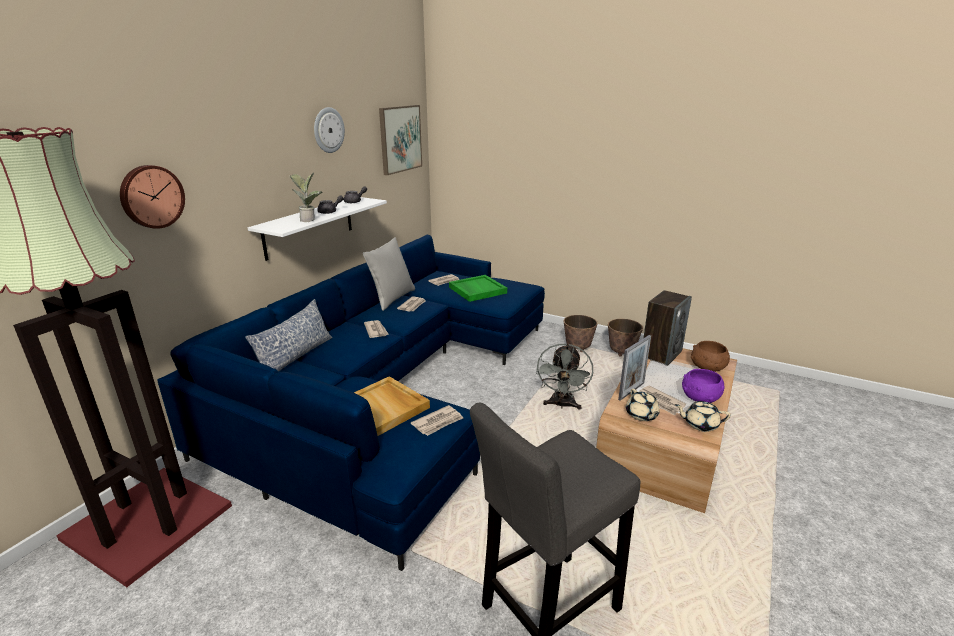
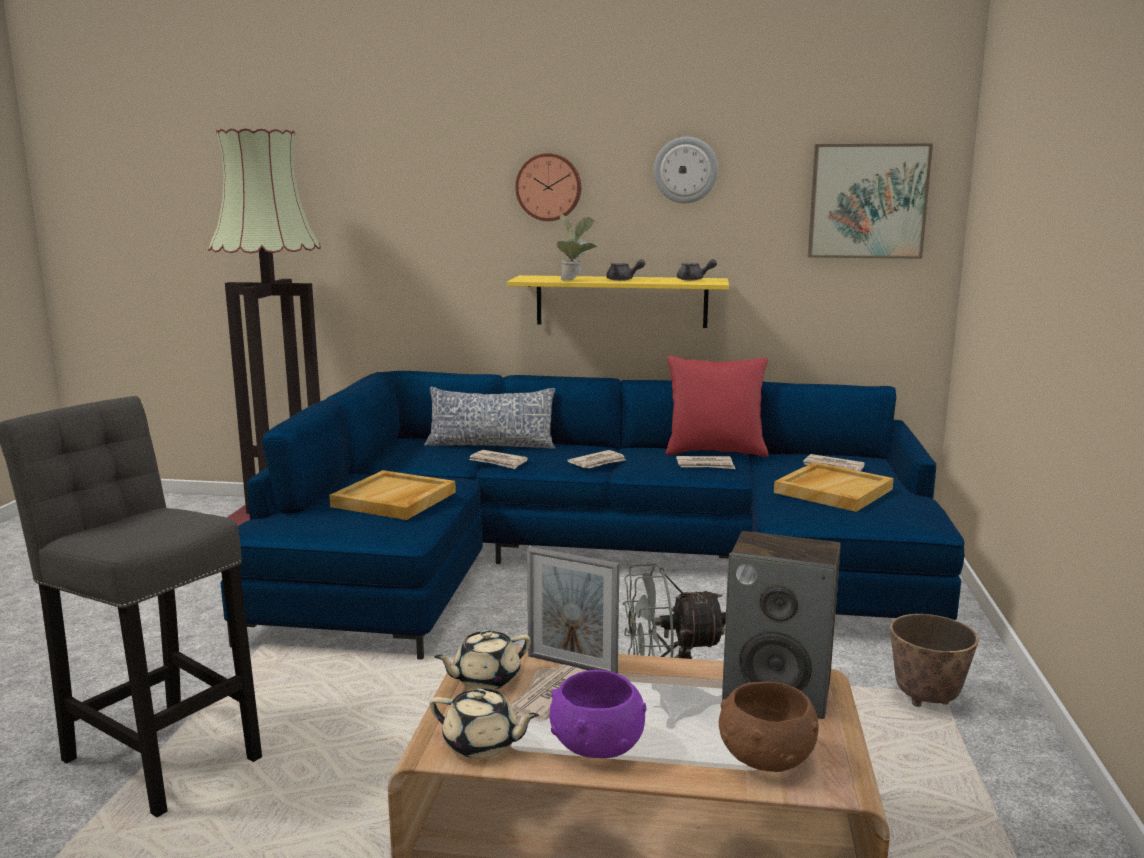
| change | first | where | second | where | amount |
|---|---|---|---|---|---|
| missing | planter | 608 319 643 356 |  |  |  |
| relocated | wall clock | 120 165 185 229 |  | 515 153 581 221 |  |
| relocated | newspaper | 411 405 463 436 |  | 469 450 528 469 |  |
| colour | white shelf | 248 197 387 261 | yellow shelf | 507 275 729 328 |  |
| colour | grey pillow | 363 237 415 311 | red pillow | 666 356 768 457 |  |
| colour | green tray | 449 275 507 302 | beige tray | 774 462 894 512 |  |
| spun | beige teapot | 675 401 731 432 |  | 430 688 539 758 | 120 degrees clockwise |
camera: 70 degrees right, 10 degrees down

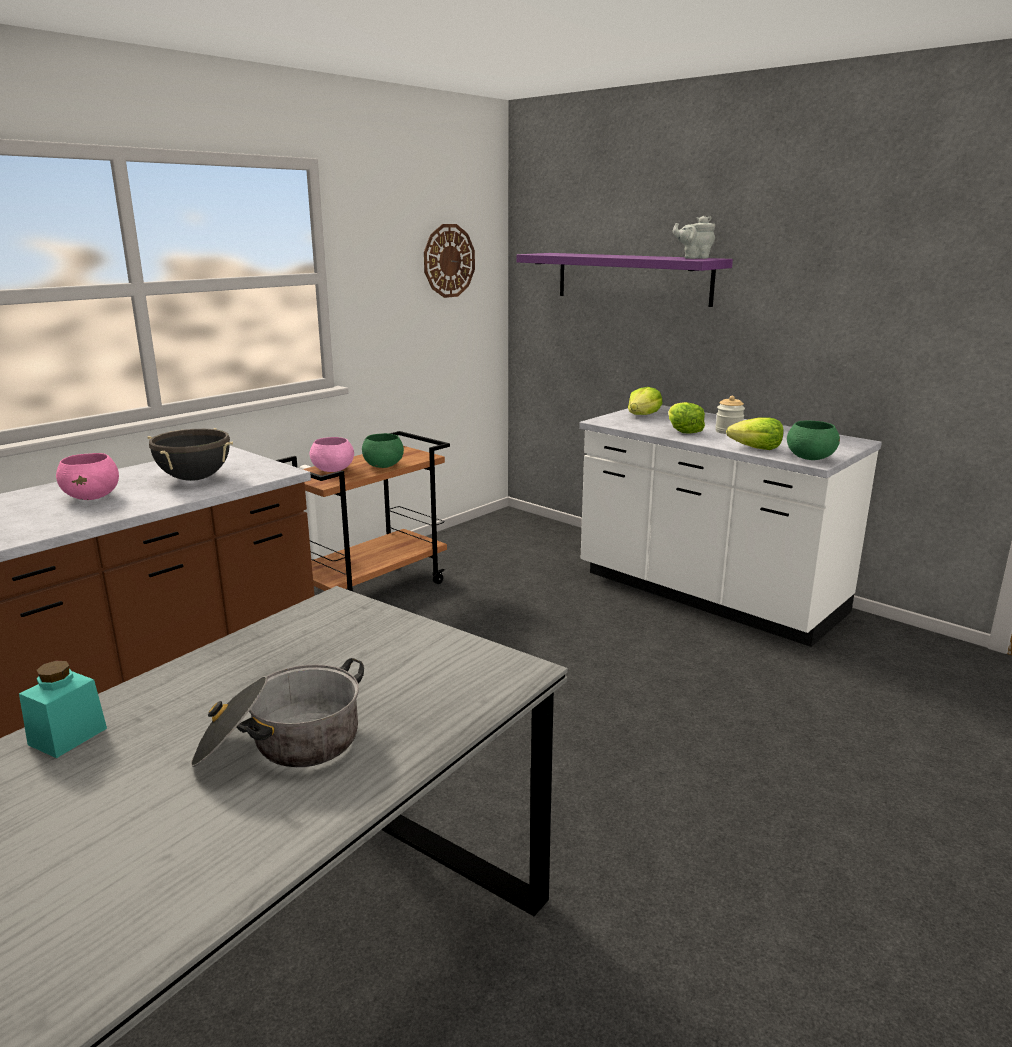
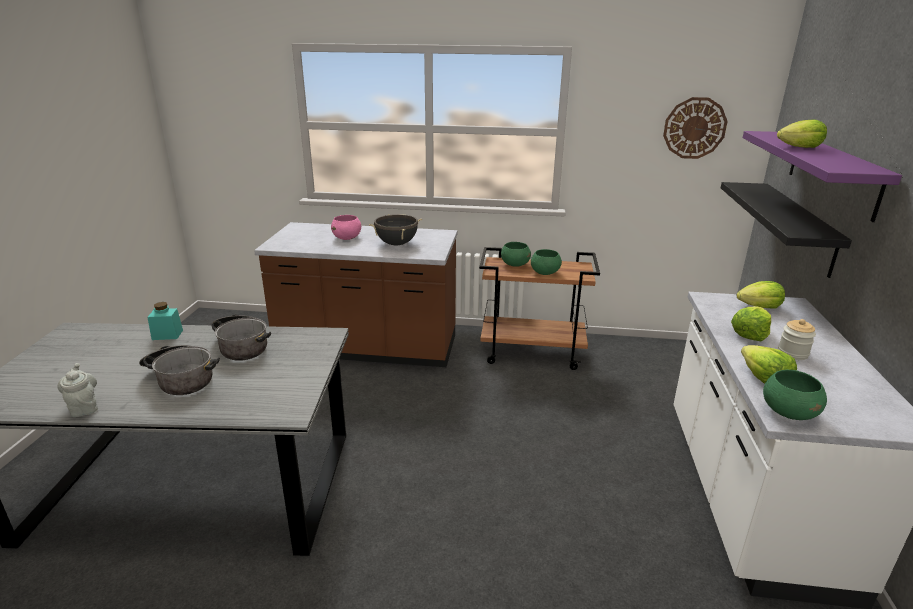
| change | first | where | second | where | amount |
|---|---|---|---|---|---|
| appeared |  |  | cooking pot | 211 314 271 361 |  |
| appeared |  |  | black shelf | 721 182 852 278 |  |
| appeared |  |  | lettuce | 777 120 827 148 |  |
| relocated | grey teapot | 673 216 715 259 |  | 57 363 98 417 |  |
| colour | pink bowl | 310 437 354 472 | green bowl | 501 242 531 267 |  |
camera: 55 degrees right, 5 degrees up

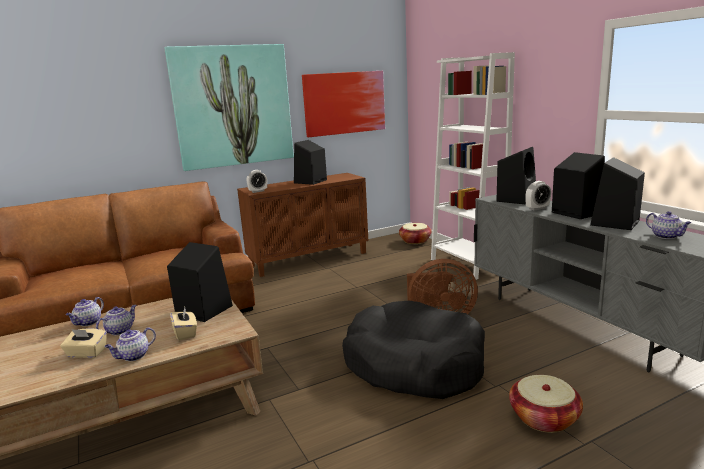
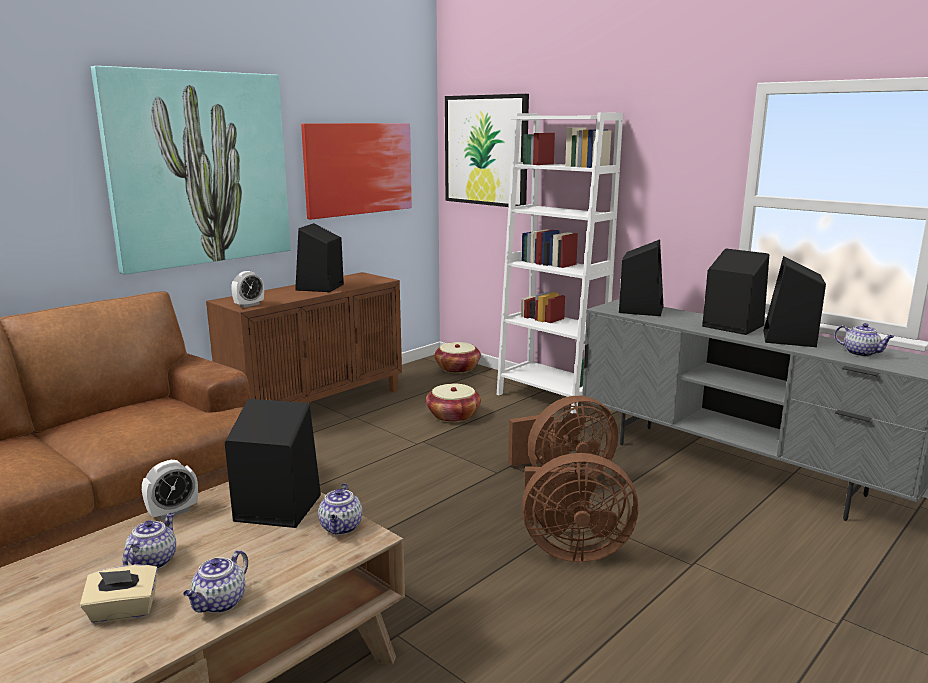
| change | first | where | second | where | amount |
|---|---|---|---|---|---|
| missing | beige tissue box | 170 307 197 341 |  |  |  |
| appeared |  |  | picture | 445 94 529 207 |  |
| relocated | teapot | 66 297 104 326 |  | 318 483 363 535 |  |
| relocated | basket | 509 375 583 433 |  | 426 384 481 423 |  |
| relocated | alarm clock | 525 181 551 211 |  | 142 460 198 520 |  |
| exchanged | black dog bed | 342 301 485 399 | brown fan | 522 453 638 562 |  |
camera: 20 degrees left, 0 degrees up

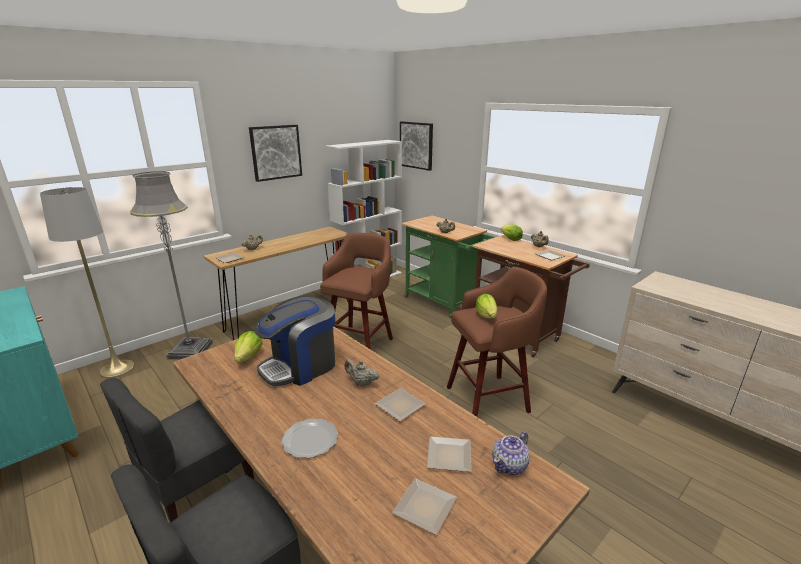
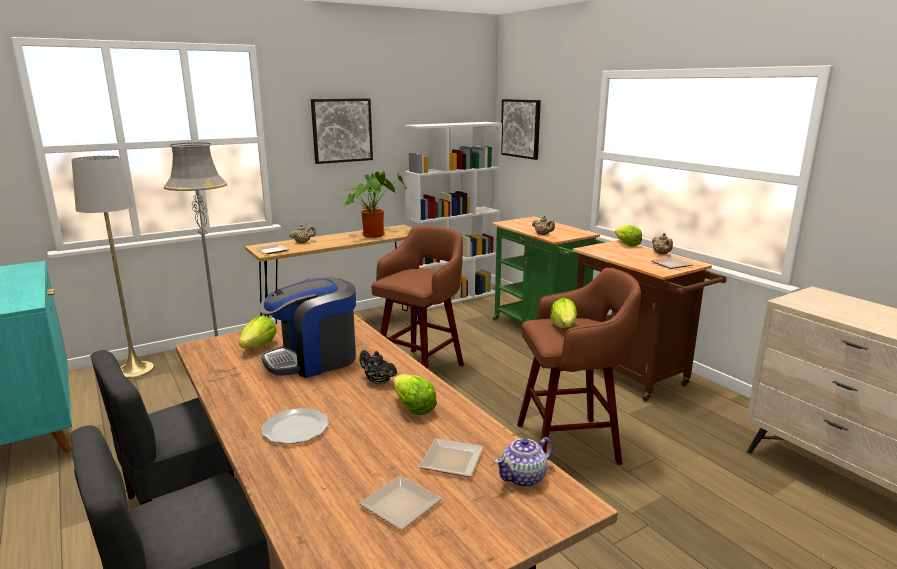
| change | first | where | second | where | amount |
|---|---|---|---|---|---|
| appeared |  |  | potted plant | 342 171 406 238 |  |
| exchanged | plate | 375 388 426 422 | lettuce | 393 374 437 415 |  |
| colour | beige teapot | 344 359 379 387 | black teapot | 359 350 397 385 |  |
camera: 10 degrees right, 5 degrees down

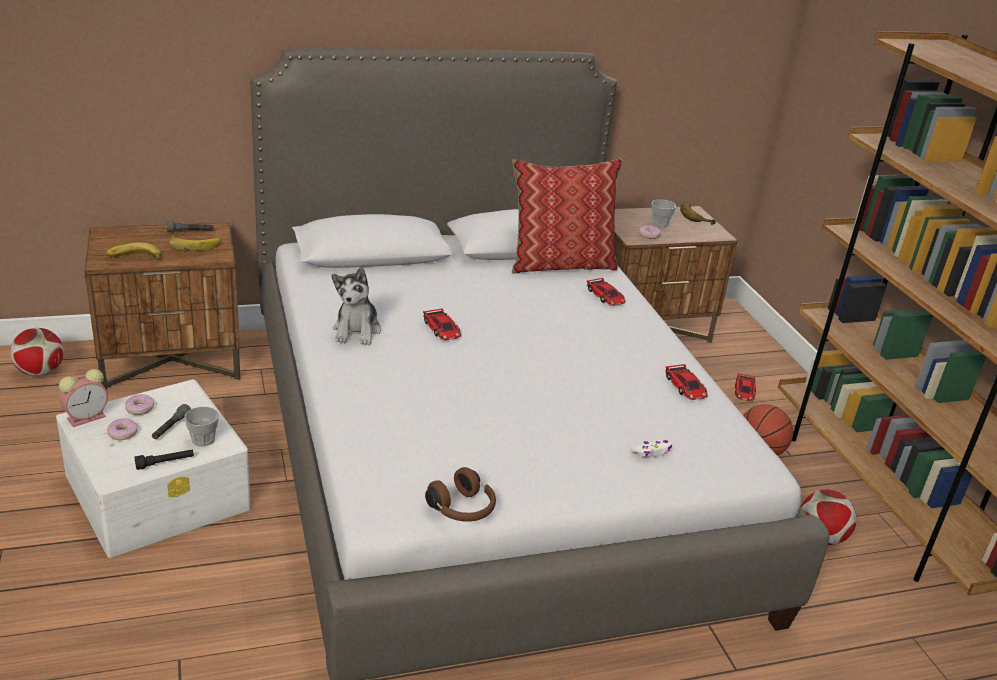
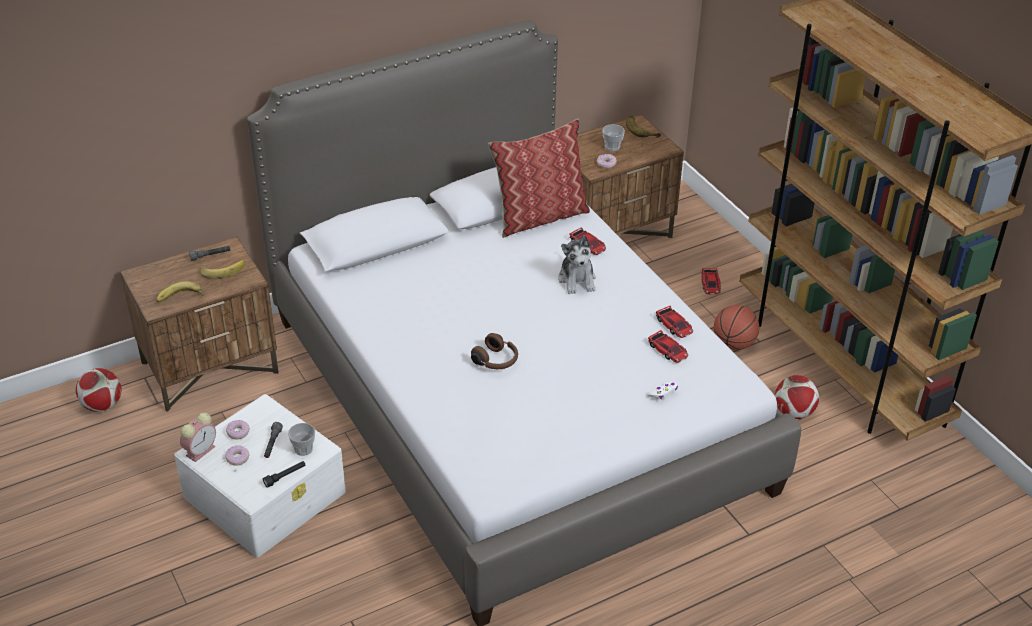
| change | first | where | second | where | amount |
|---|---|---|---|---|---|
| relocated | plush toy | 332 267 381 345 |  | 558 235 596 294 |  |
| relocated | toy car | 423 308 461 340 |  | 648 330 688 363 |  |
| relocated | brown headphones | 425 467 496 521 |  | 471 333 518 369 |  |
camera: 10 degrees left, 10 degrees up

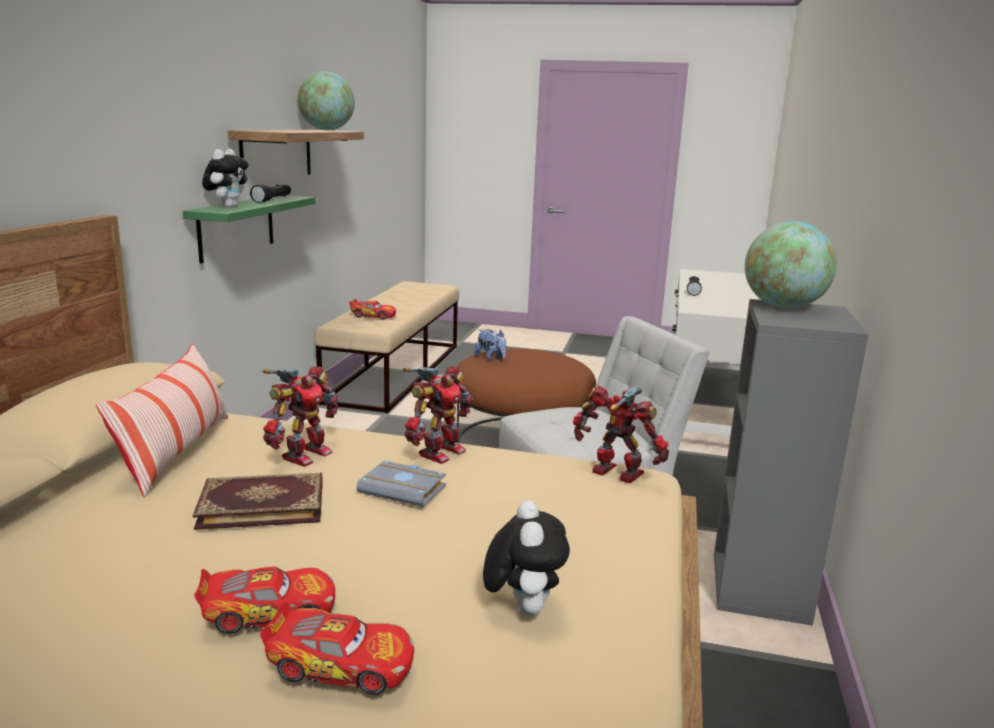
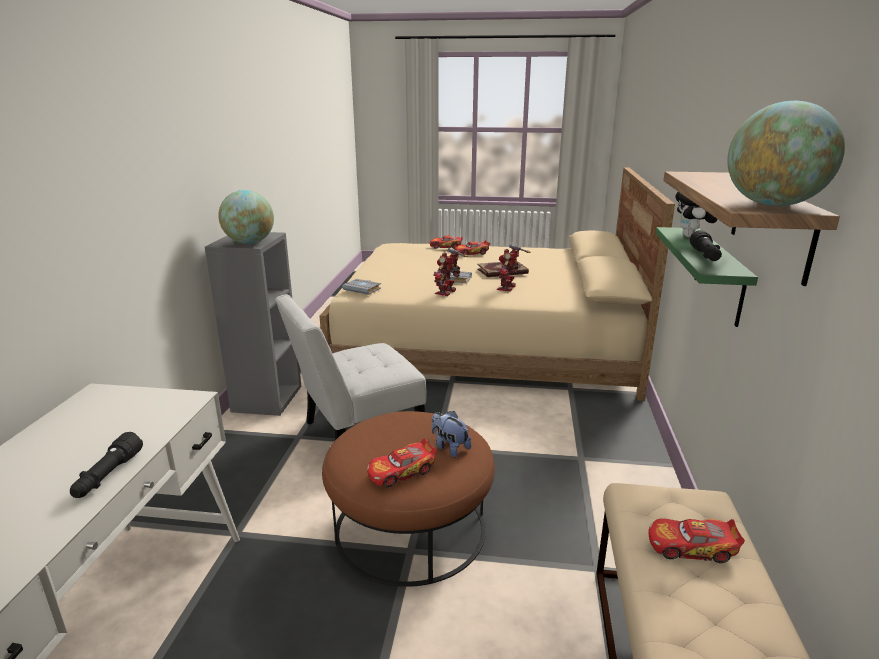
| change | first | where | second | where | amount |
|---|---|---|---|---|---|
| missing | pillow | 96 344 228 497 |  |  |  |
| missing | plush toy | 483 500 570 617 |  |  |  |
| appeared |  |  | toy car | 367 438 437 487 |  |
| exchanged | toy robot | 573 385 669 483 | grey book | 342 279 381 295 |  |
camera: 175 degrees right, 5 degrees up

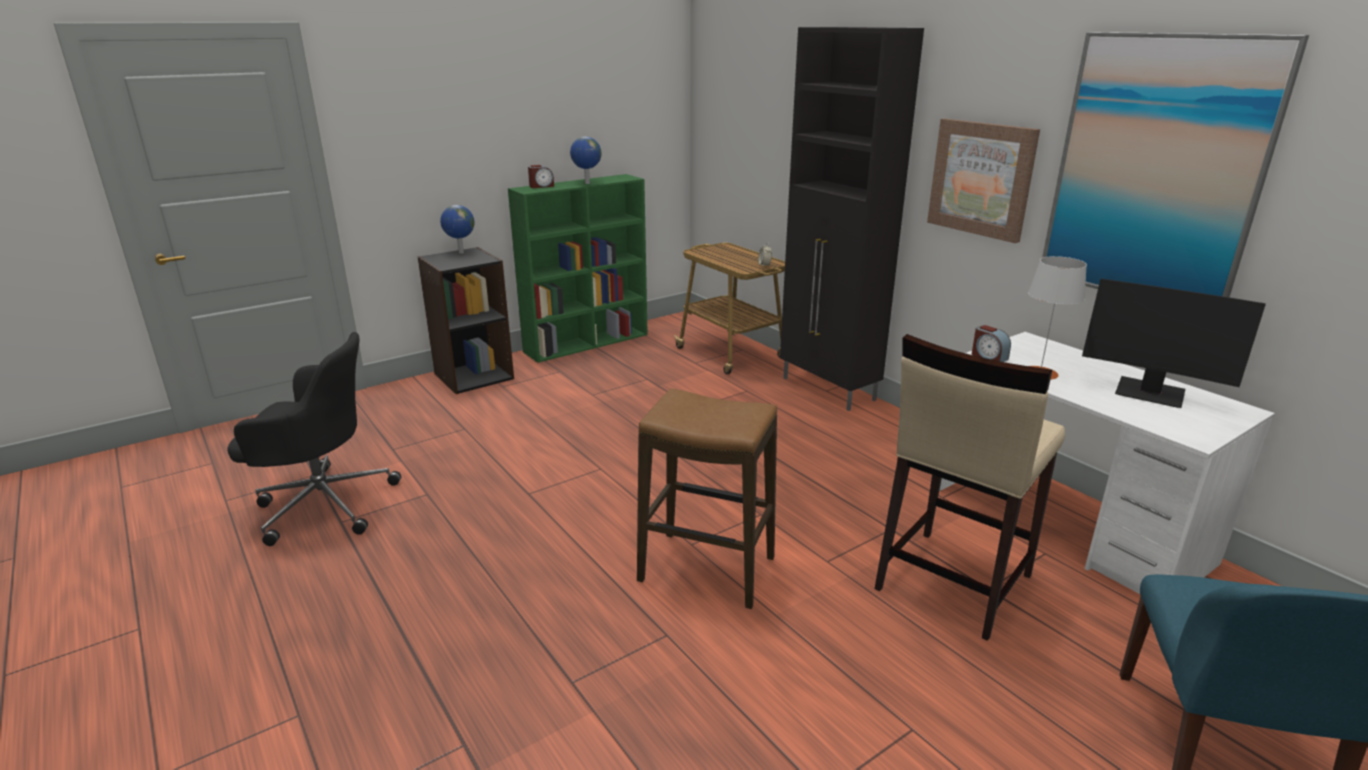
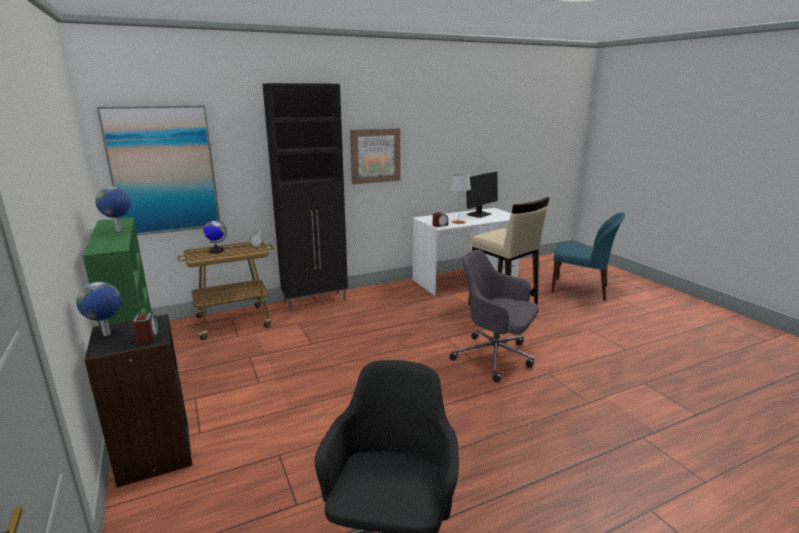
| change | first | where | second | where | amount |
|---|---|---|---|---|---|
| appeared |  |  | globe | 203 219 227 254 |  |
| relocated | alarm clock | 528 165 554 188 |  | 132 313 159 344 |  |
| relocated | picture | 1042 32 1309 297 |  | 97 105 220 235 |  |
| exchanged | stool | 637 389 777 609 | grey office chair | 449 250 539 383 |  |
camera: 80 degrees left, 5 degrees down

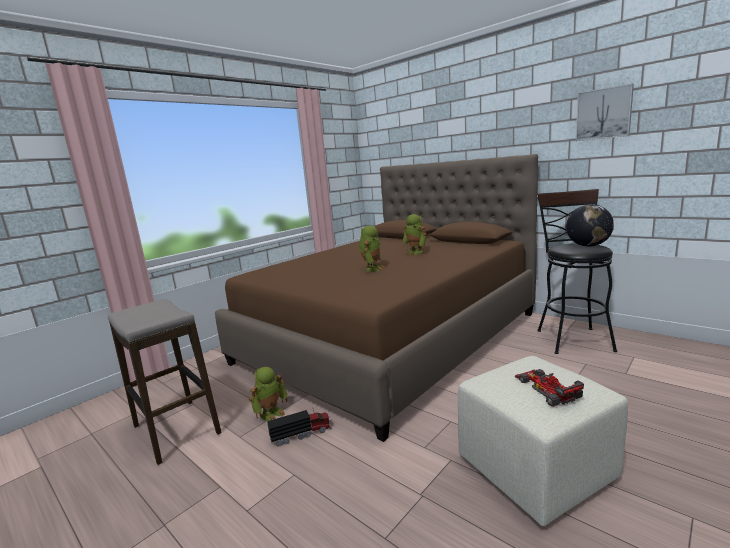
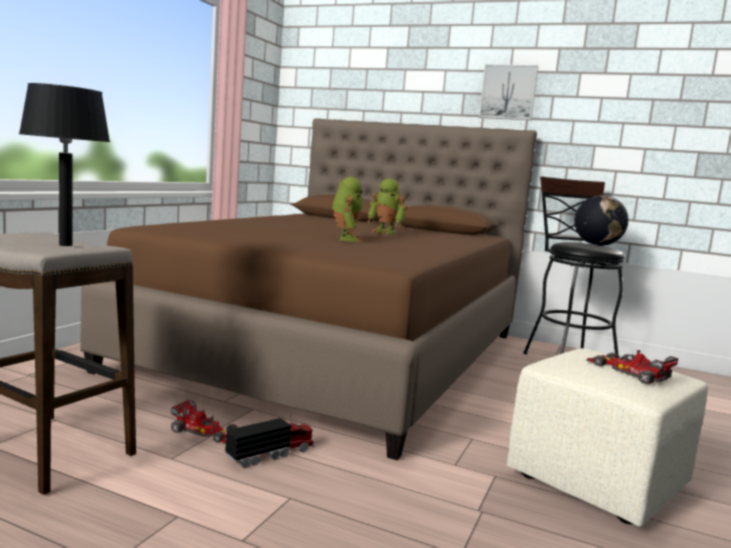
| change | first | where | second | where | amount |
|---|---|---|---|---|---|
| appeared |  |  | black table lamp | 19 83 110 246 |  |
| relocated | picture | 576 83 634 141 |  | 479 64 538 120 |  |
| exchanged | toy robot | 249 367 288 421 | toy car | 171 399 238 444 |  |
camera: 20 degrees left, 5 degrees down

